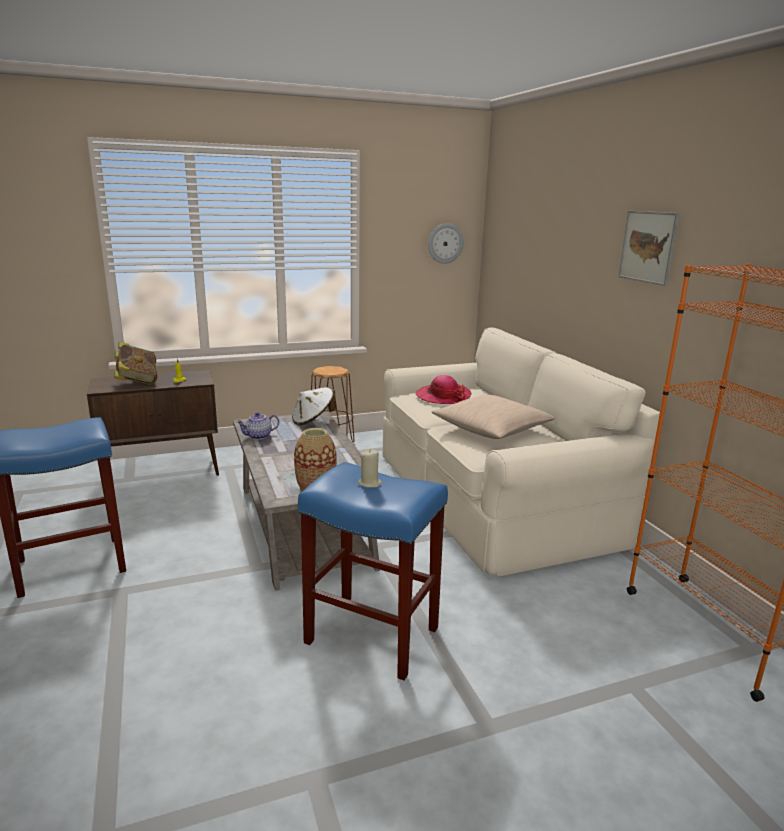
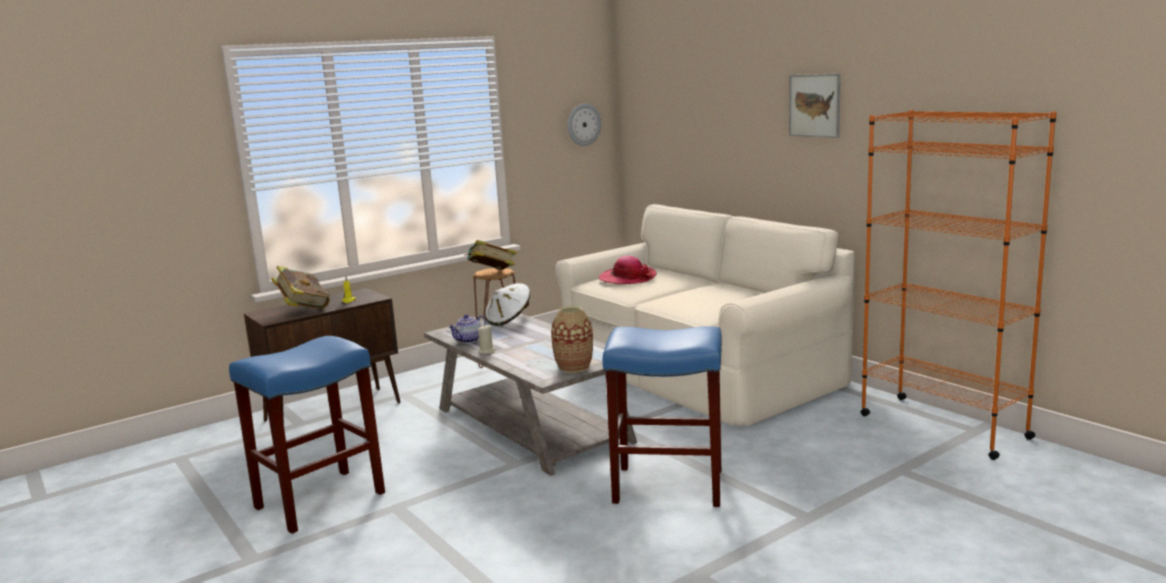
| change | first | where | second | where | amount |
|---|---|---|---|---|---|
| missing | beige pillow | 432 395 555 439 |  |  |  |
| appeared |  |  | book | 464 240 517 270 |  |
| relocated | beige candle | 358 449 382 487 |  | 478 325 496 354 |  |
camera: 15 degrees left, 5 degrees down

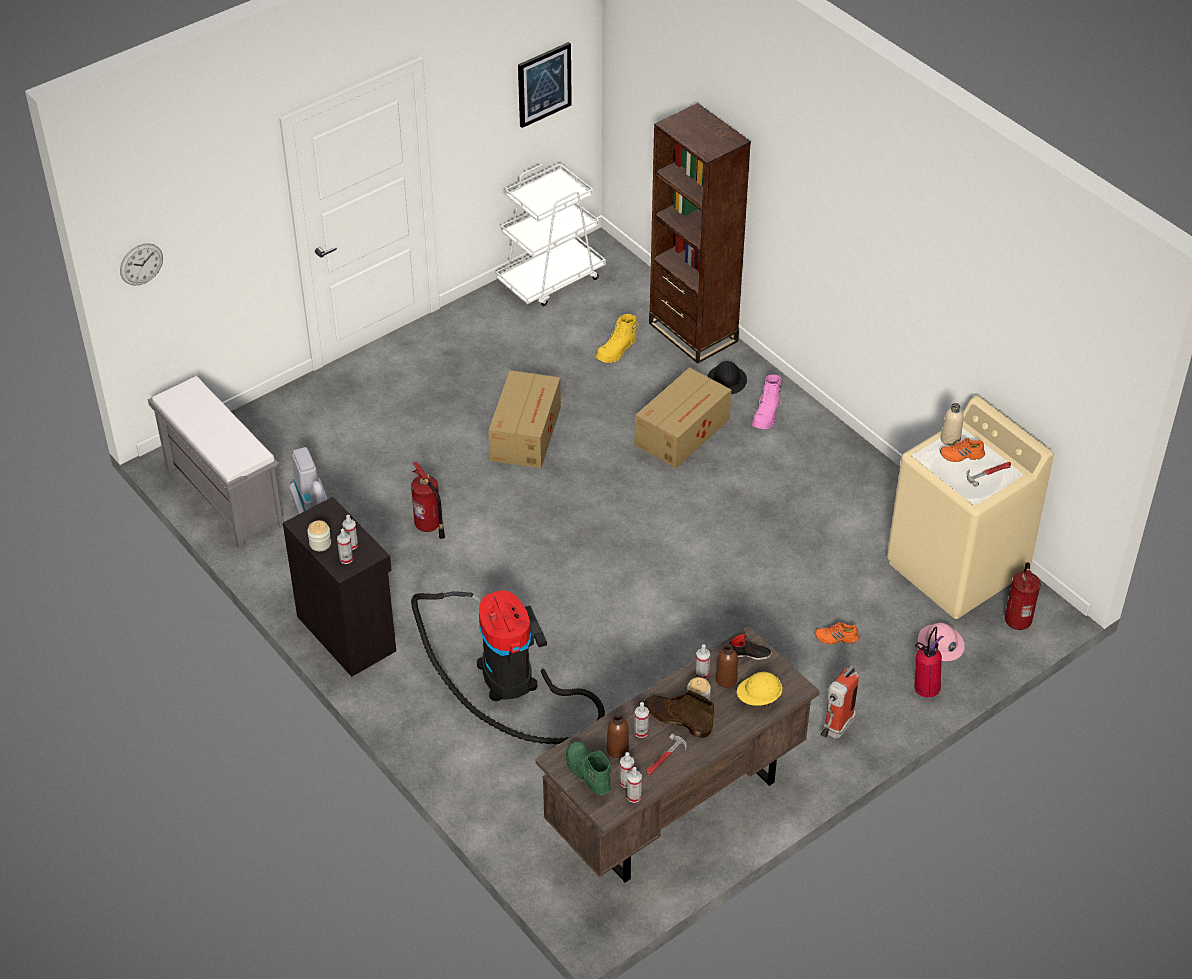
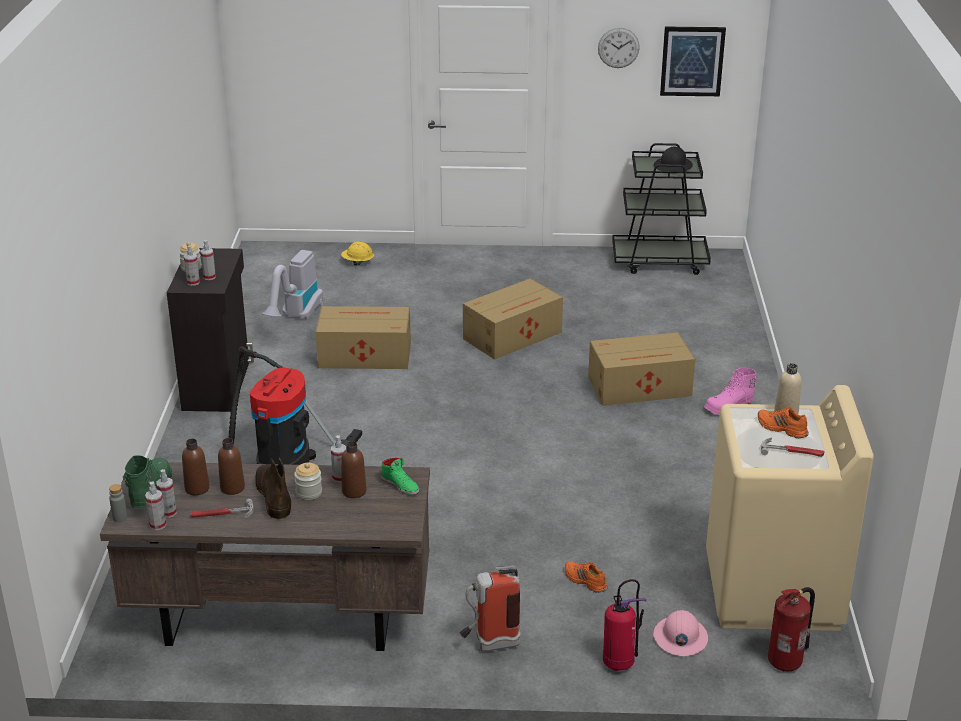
| change | first | where | second | where | amount |
|---|---|---|---|---|---|
| missing | grey bench | 148 376 284 549 |  |  |  |
| missing | yellow boot | 595 314 639 363 |  |  |  |
| missing | brown bookcase | 649 103 751 364 |  |  |  |
| appeared |  |  | grey bottle | 109 484 127 522 |  |
| relocated | wall clock | 120 243 163 286 |  | 598 28 640 68 |  |
| relocated | black hard hat | 707 361 747 394 |  | 654 146 693 172 |  |
| relocated | yellow hard hat | 737 672 783 706 |  | 341 242 374 266 |  |
| exchanged | fire extinguisher | 411 461 445 539 | cardboard box | 316 306 411 369 |  |
| exchanged | spray bottle | 634 702 649 738 | brown bottle | 218 438 245 495 |  |
| colour | white cart | 496 163 606 306 | black cart | 612 143 711 275 |  |
| colour | black shoe | 730 633 772 660 | green shoe | 381 458 419 495 |  |
camera: 40 degrees right, 15 degrees down

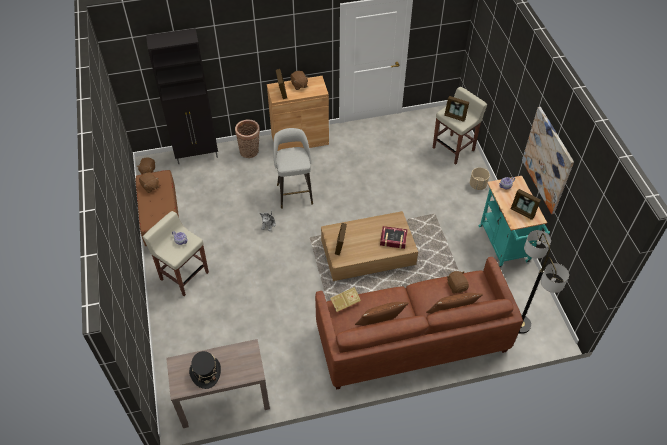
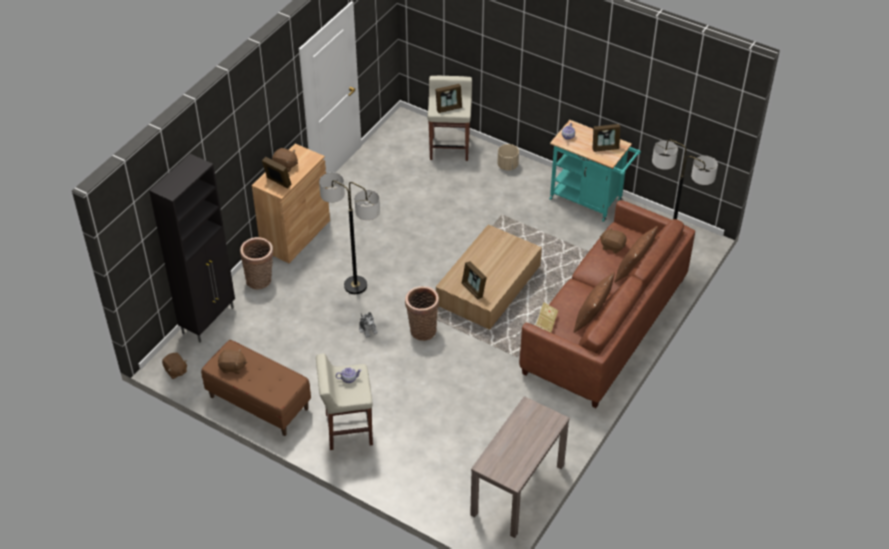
| change | first | where | second | where | amount |
|---|---|---|---|---|---|
| missing | black hat | 189 351 221 389 |  |  |  |
| missing | book | 380 226 408 249 |  |  |  |
| missing | picture | 522 107 574 214 |  |  |  |
| appeared |  |  | basket | 405 286 439 341 |  |
| exchanged | grey stool | 273 128 313 209 | floor lamp | 319 173 380 294 |  |
camera: 45 degrees left, 5 degrees down

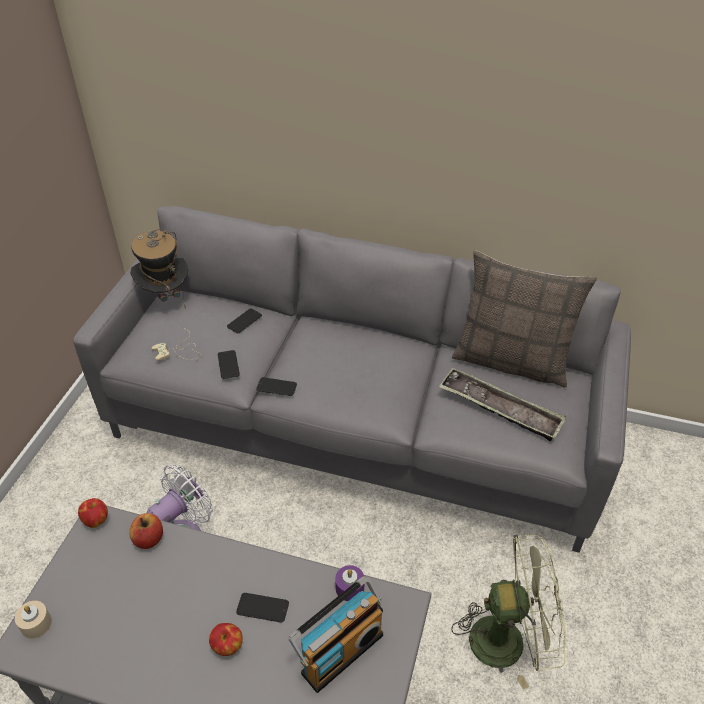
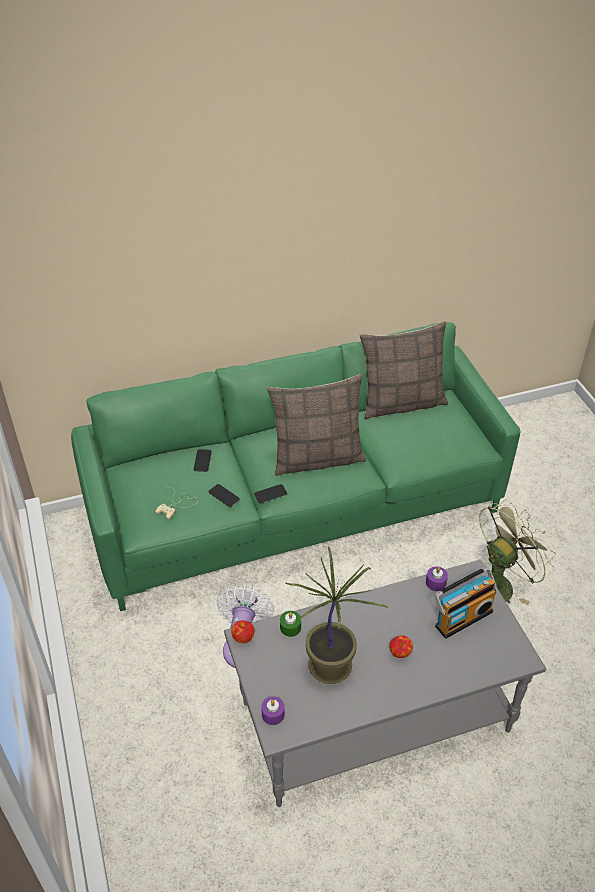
| change | first | where | second | where | amount |
|---|---|---|---|---|---|
| missing | hat | 130 229 188 308 |  |  |  |
| missing | phone | 236 593 289 623 |  |  |  |
| missing | tray | 439 367 566 441 |  |  |  |
| appeared |  |  | pillow | 267 374 366 476 |  |
| appeared |  |  | potted plant | 285 547 389 684 |  |
| exchanged | apple | 129 513 163 549 | green candle | 280 611 301 637 |  |
| colour | beige candle | 15 601 52 638 | purple candle | 261 696 285 725 |  |
| colour | grey sofa | 73 206 631 553 | green sofa | 71 322 521 611 |  |
| spun | radio | 288 576 383 693 |  | 434 567 497 639 | 45 degrees clockwise |
camera: 35 degrees left, 0 degrees up

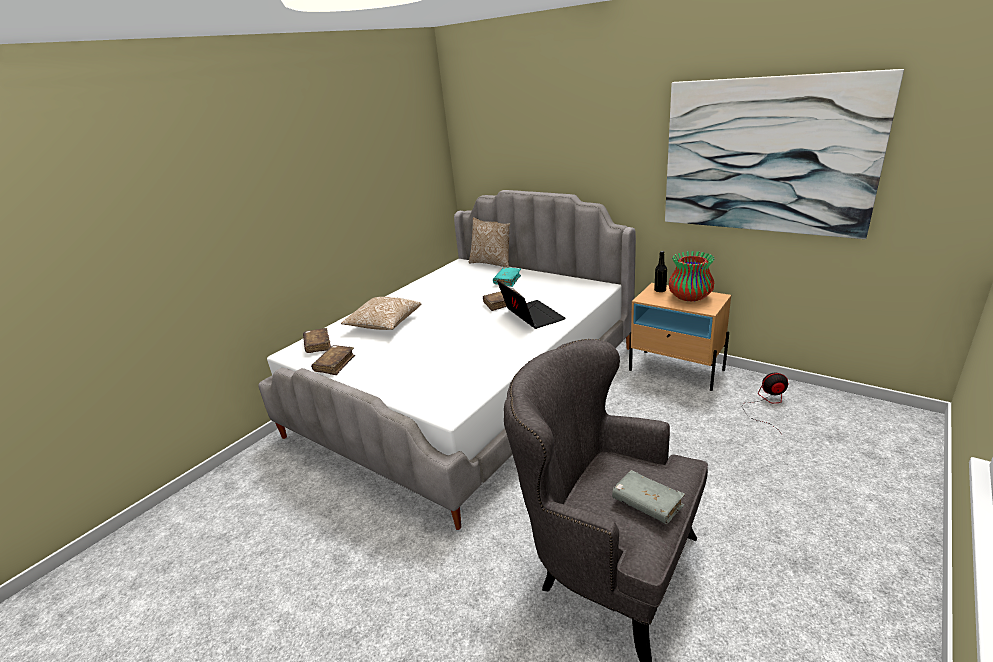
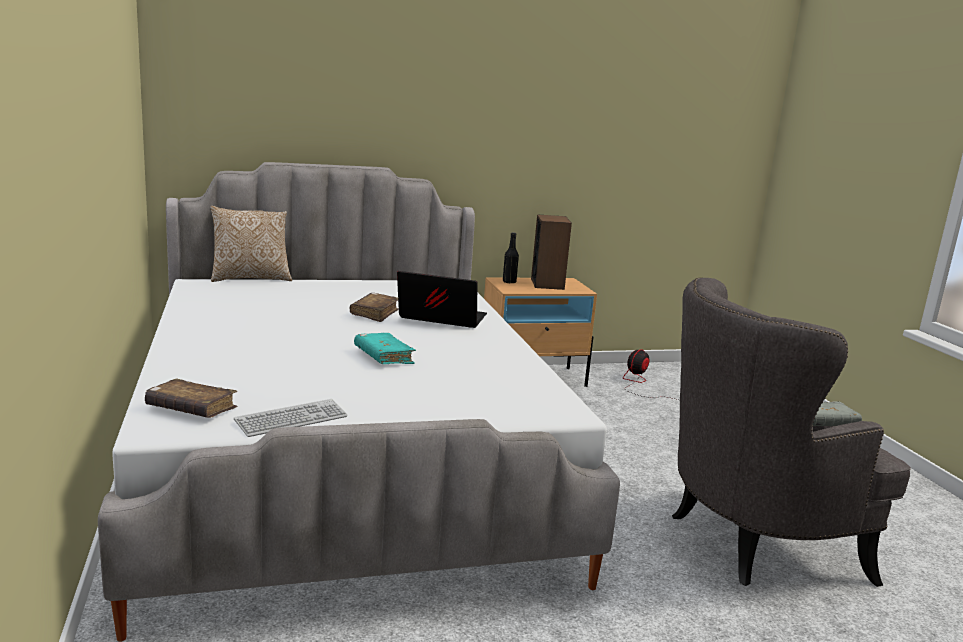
| change | first | where | second | where | amount |
|---|---|---|---|---|---|
| missing | pillow | 341 297 421 330 |  |  |  |
| missing | picture | 665 69 904 239 |  |  |  |
| relocated | turquoise book | 493 267 521 287 |  | 354 333 416 364 |  |
| exchanged | brown book | 311 345 355 375 | keyboard | 234 399 348 437 |  |
| exchanged | vase | 668 251 714 302 | speaker | 531 214 572 290 |  |
camera: 55 degrees left, 10 degrees down

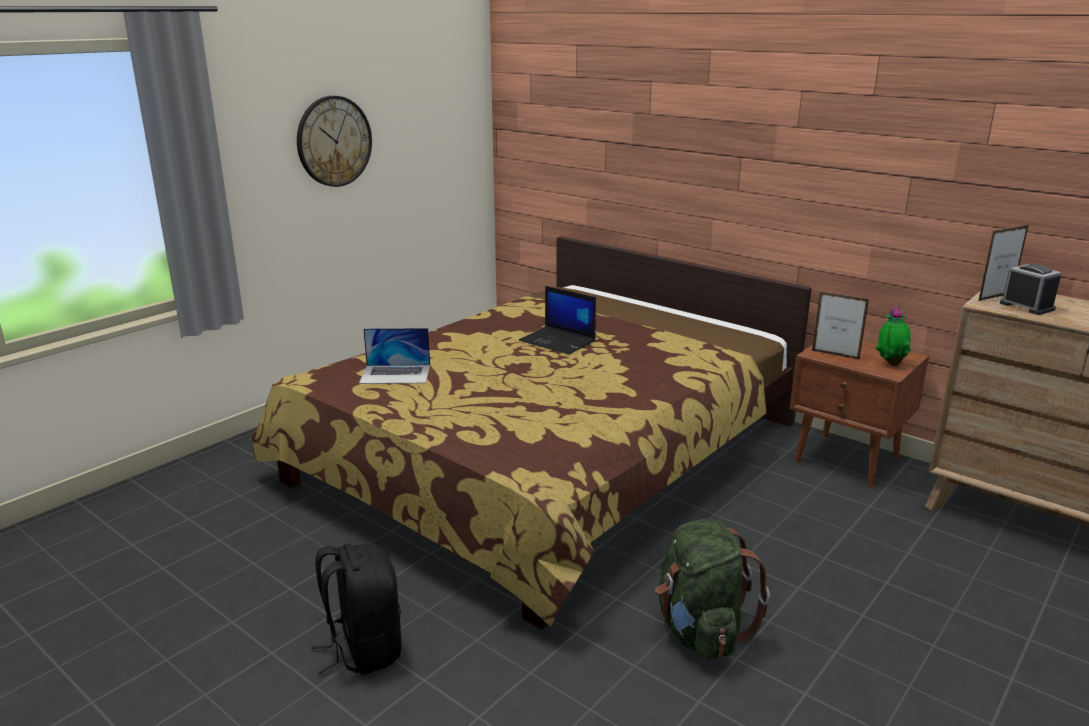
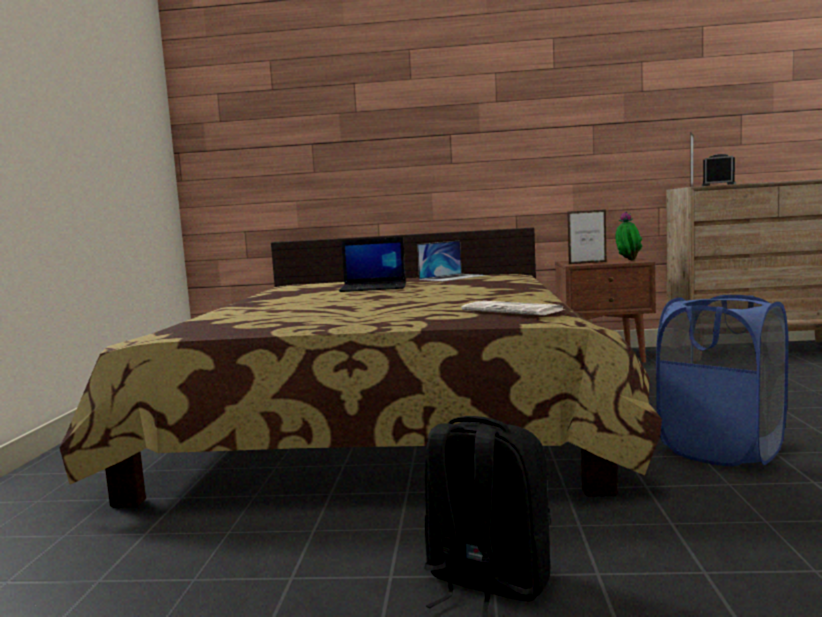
| change | first | where | second | where | amount |
|---|---|---|---|---|---|
| missing | wall clock | 297 96 372 187 |  |  |  |
| appeared |  |  | newspaper | 461 301 565 315 |  |
| relocated | laptop | 359 328 430 384 |  | 417 240 486 281 |  |
| exchanged | green backpack | 655 519 770 660 | blue laundry basket | 656 295 789 467 |  |
camera: 35 degrees left, 15 degrees down

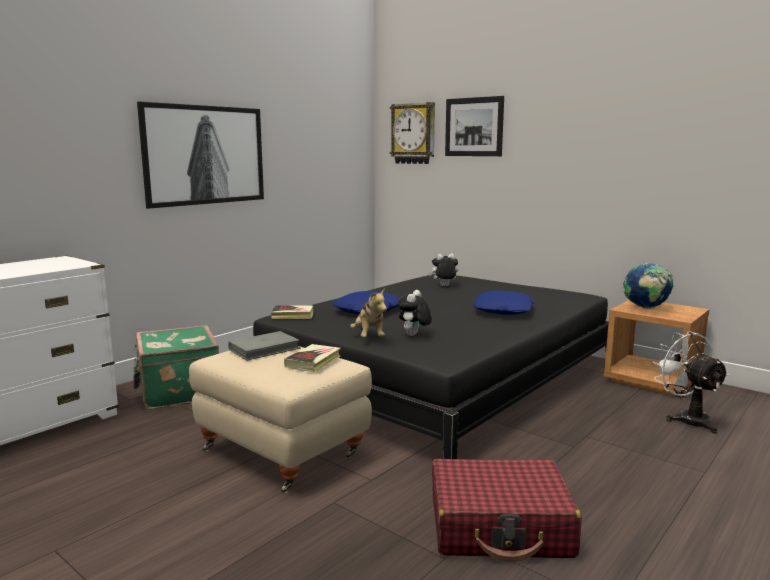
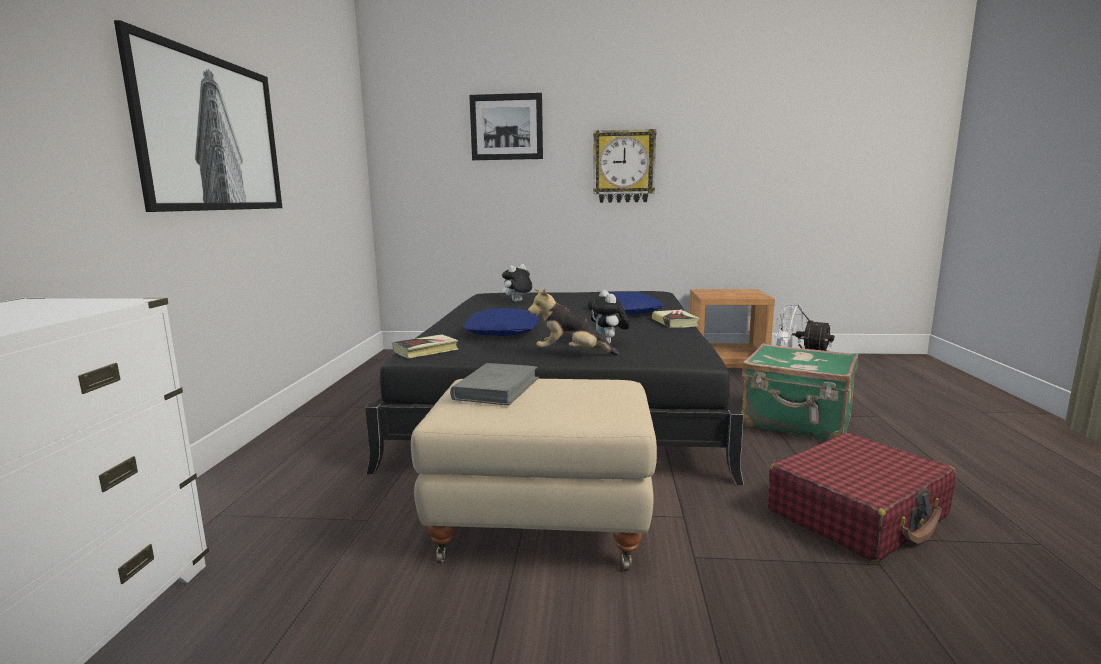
| change | first | where | second | where | amount |
|---|---|---|---|---|---|
| missing | globe | 623 263 673 309 |  |  |  |
| relocated | green suitcase | 133 325 219 410 |  | 742 343 858 441 |  |
| relocated | book | 284 344 341 372 |  | 652 310 700 328 |  |
| relocated | wall clock | 390 102 435 164 |  | 593 129 656 203 |  |
| spun | plush toy | 350 288 387 337 |  | 528 289 619 355 | 150 degrees clockwise |
camera: 35 degrees left, 0 degrees up

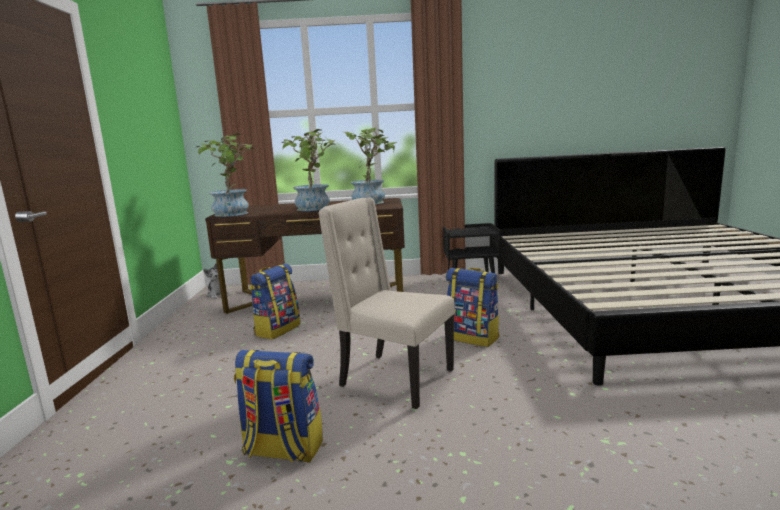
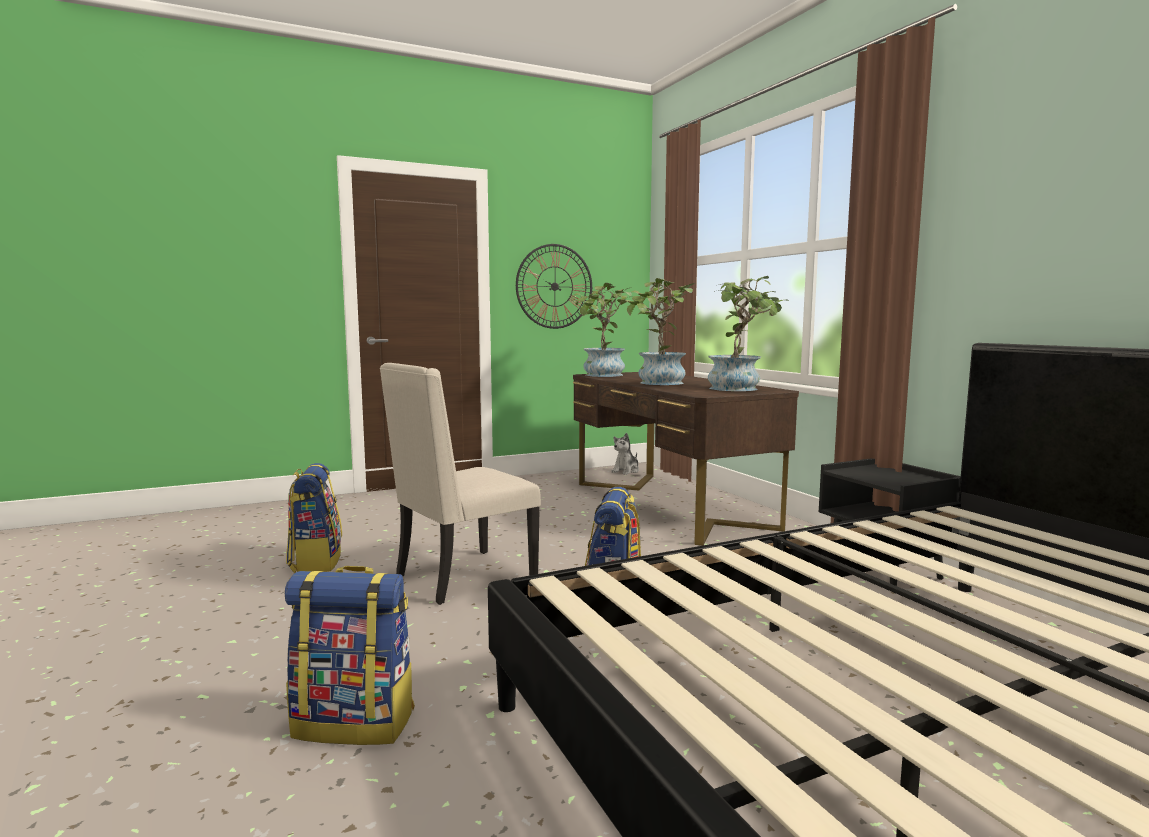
| change | first | where | second | where | amount |
|---|---|---|---|---|---|
| appeared |  |  | wall clock | 516 244 592 329 |  |
| relocated | backpack | 249 263 300 339 |  | 285 566 415 745 |  |
| spun | beige chair | 318 198 455 409 |  | 380 363 541 605 | 135 degrees counterclockwise |
camera: 65 degrees right, 5 degrees down

